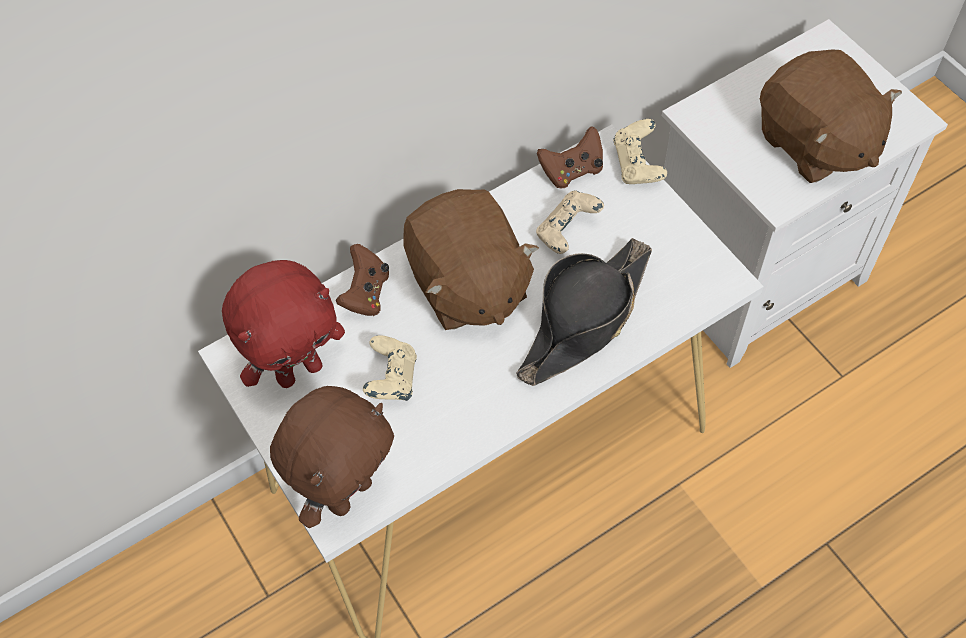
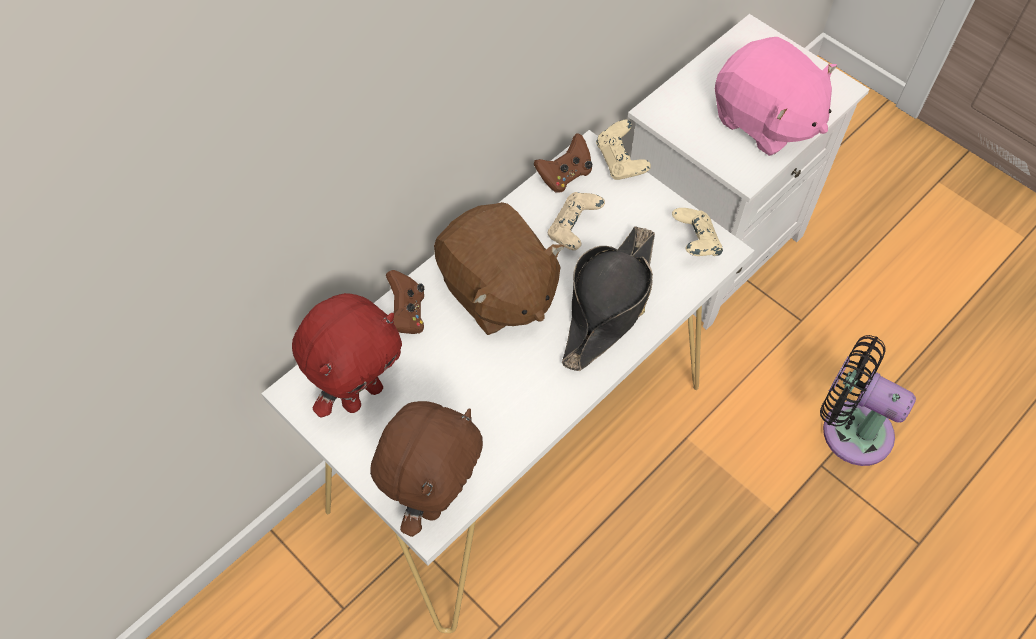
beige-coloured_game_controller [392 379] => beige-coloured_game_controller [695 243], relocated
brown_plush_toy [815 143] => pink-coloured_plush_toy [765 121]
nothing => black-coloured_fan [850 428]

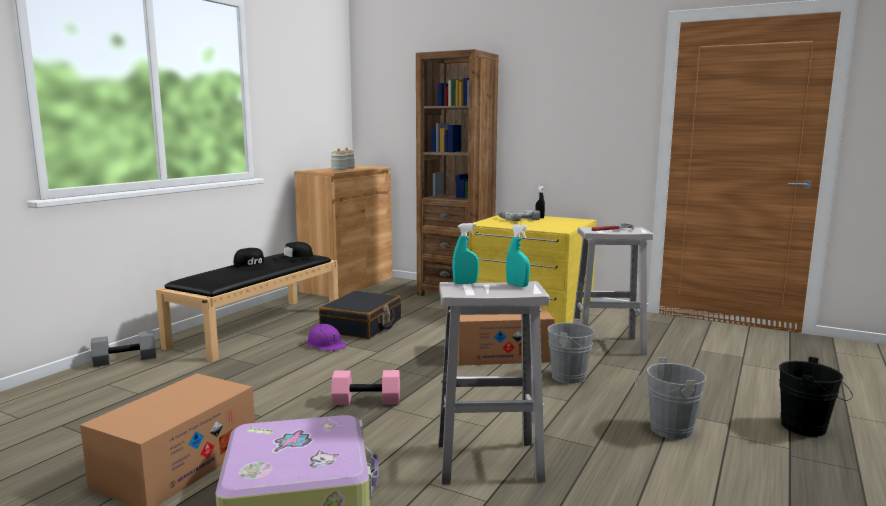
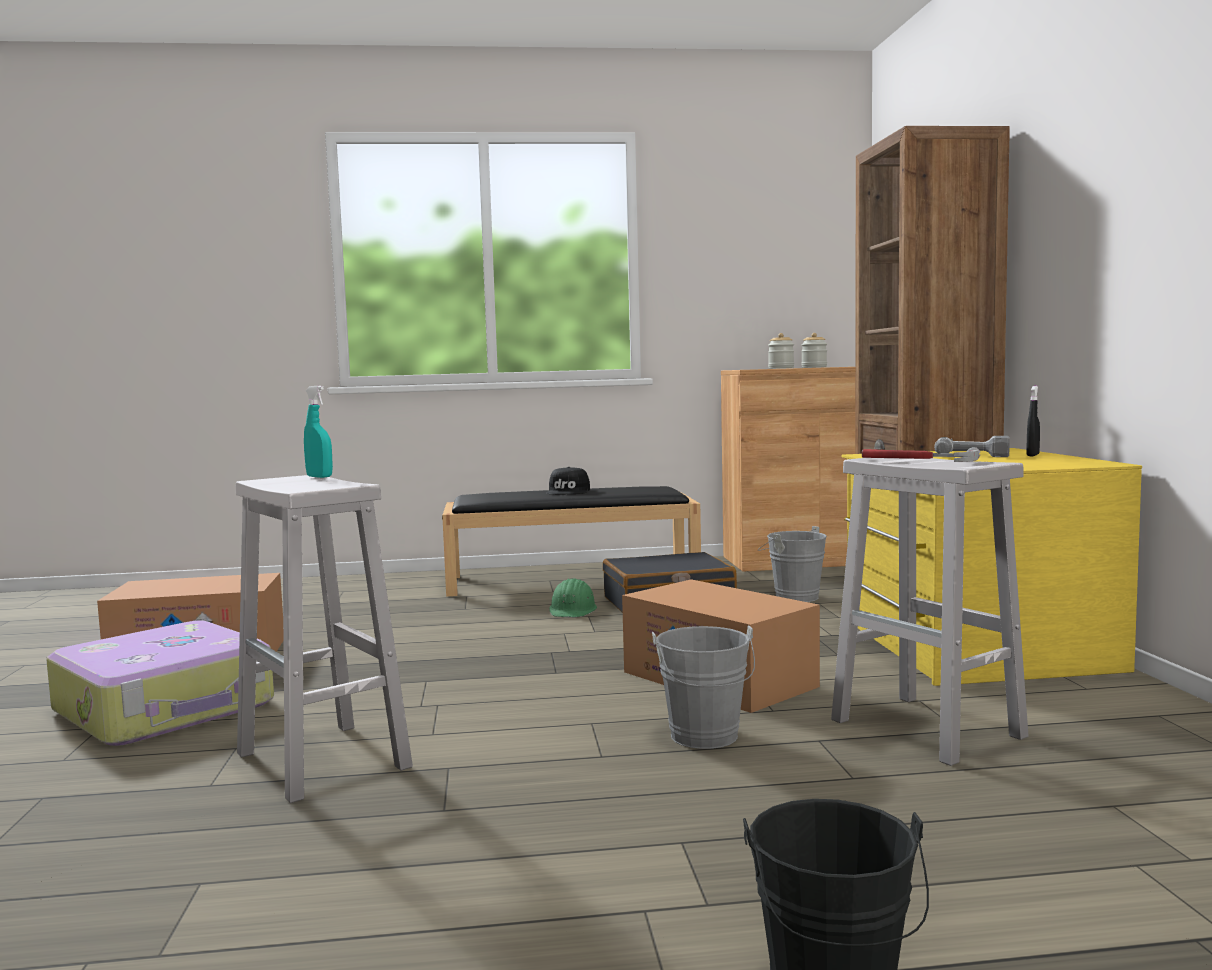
purple-coloured_safety_helmet [326 344] => greenish_safety_helmet [573 610]
grey_pail [666 430] => grey_pail [792 596], relocated
grey_dumbbell [126 359] => nothing
black-coloured_baseball_cap [294 258] => nothing
pink-coloured_dumbbell [367 400] => nothing
turquoise_sprayer [517 285] => nothing

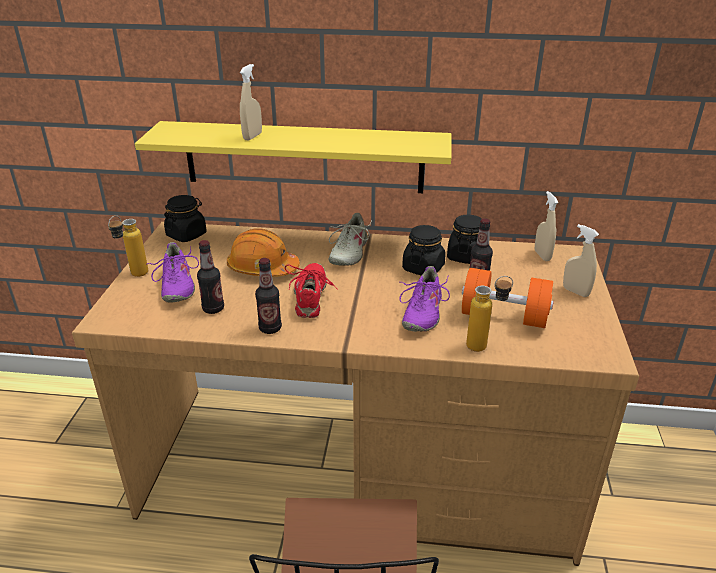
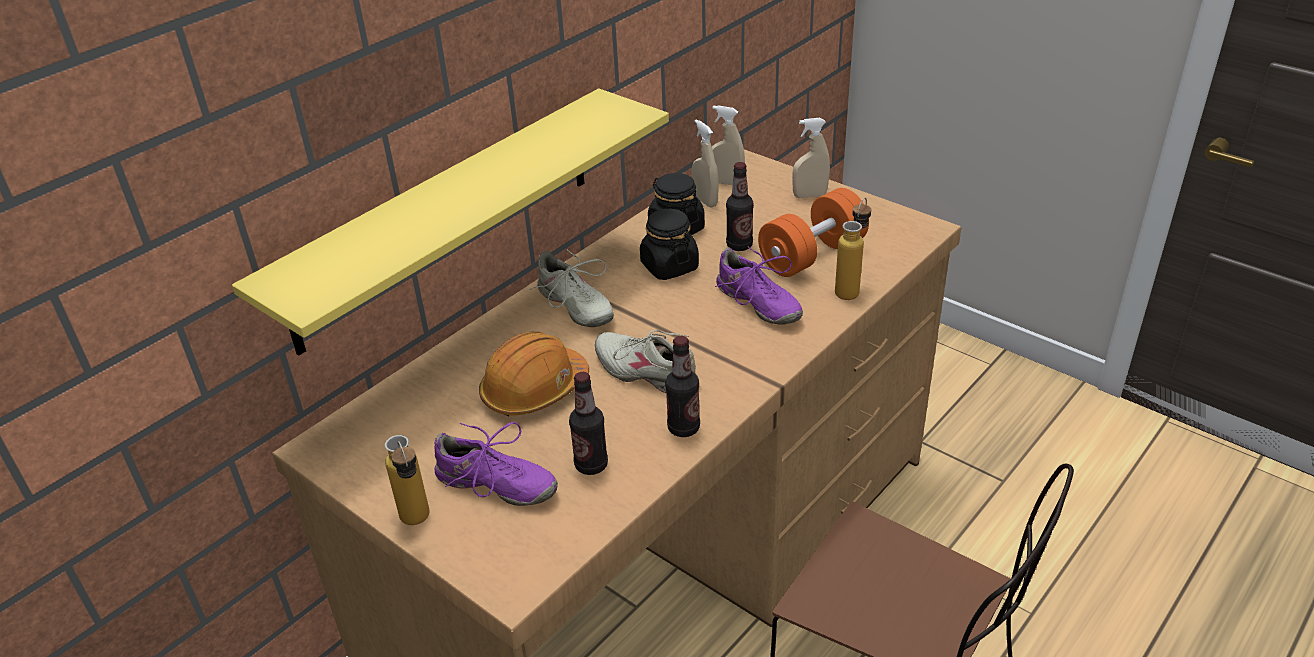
red-coloured_low_shoe [311 297] => beige-coloured_low_shoe [647 372]
beige-coloured_sprayer [252 136] => beige-coloured_sprayer [705 201], relocated
black-coloured_storage_jar [186 235] => nothing

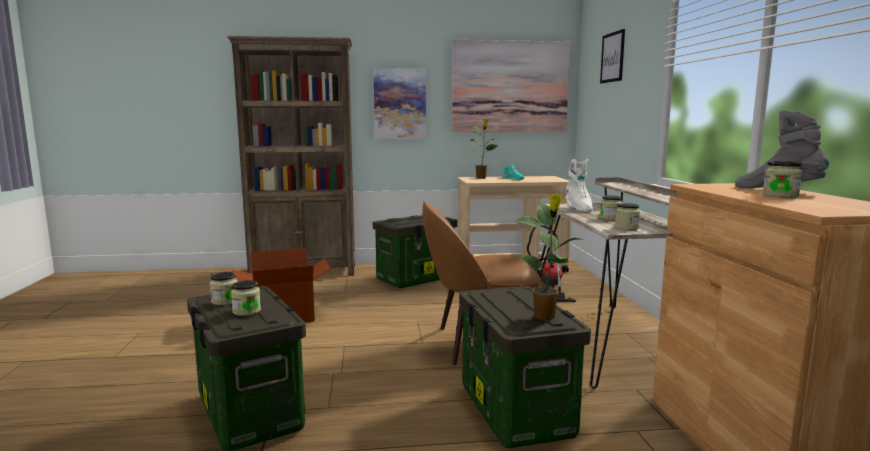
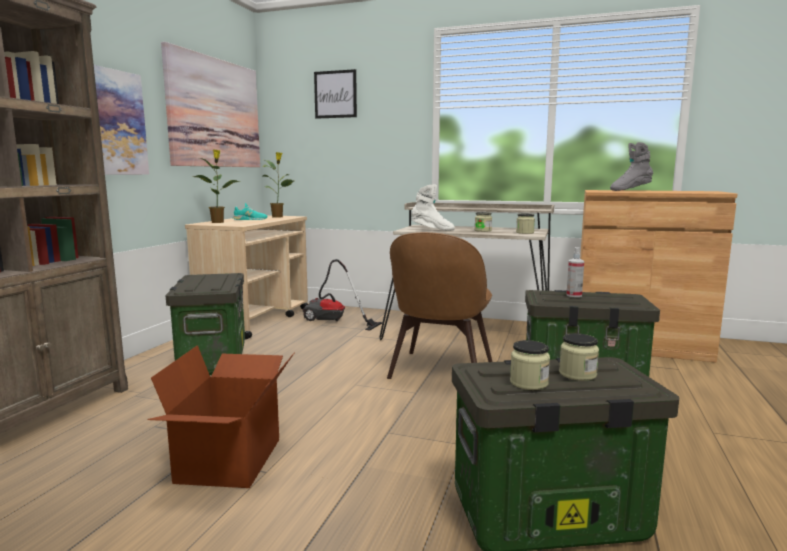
potted_plant [545 317] => potted_plant [278 217], relocated
nothing => sprayer [574 295]
storage_jar [780 195] => nothing

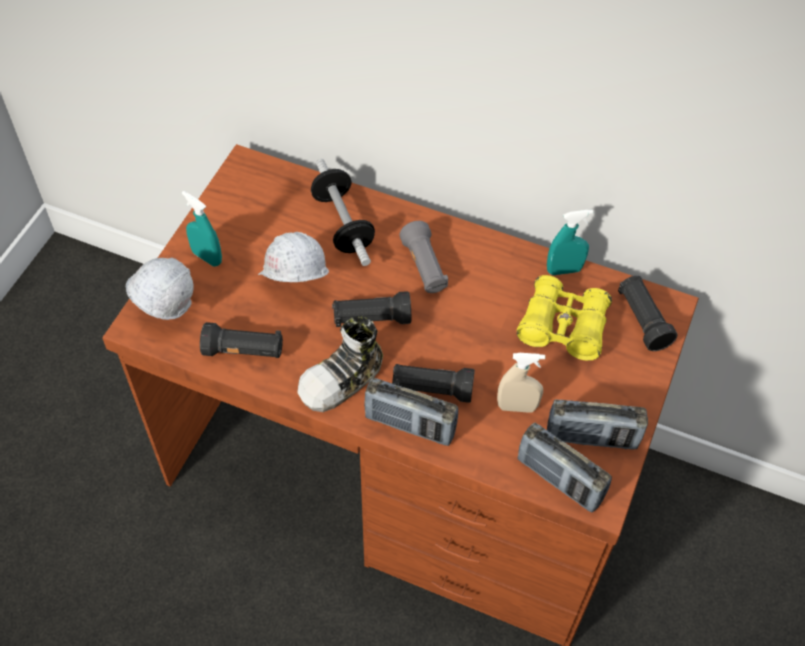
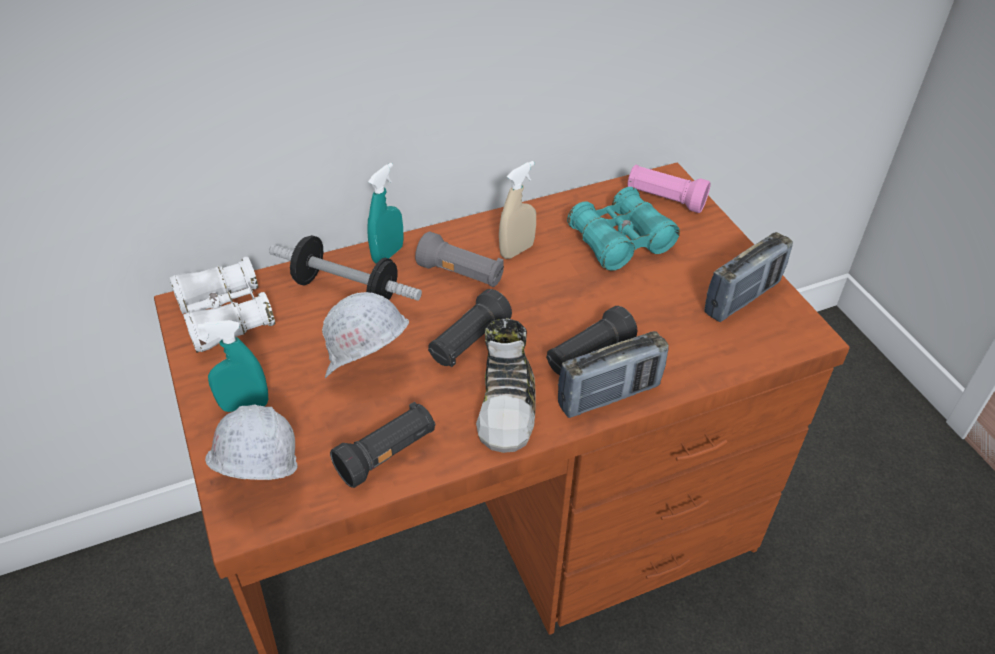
nothing => white-coloured_pair_of_binoculars [225 316]
turquoise_sprayer [564 270] => turquoise_sprayer [388 254], relocated
beige-coloured_sprayer [517 407] => beige-coloured_sprayer [517 250], relocated
yellowish_pair_of_binoculars [563 327] => turquoise_pair_of_binoculars [620 241]
black-coloured_torch [642 320] => pink-coloured_torch [664 199]
radio [559 480] => nothing

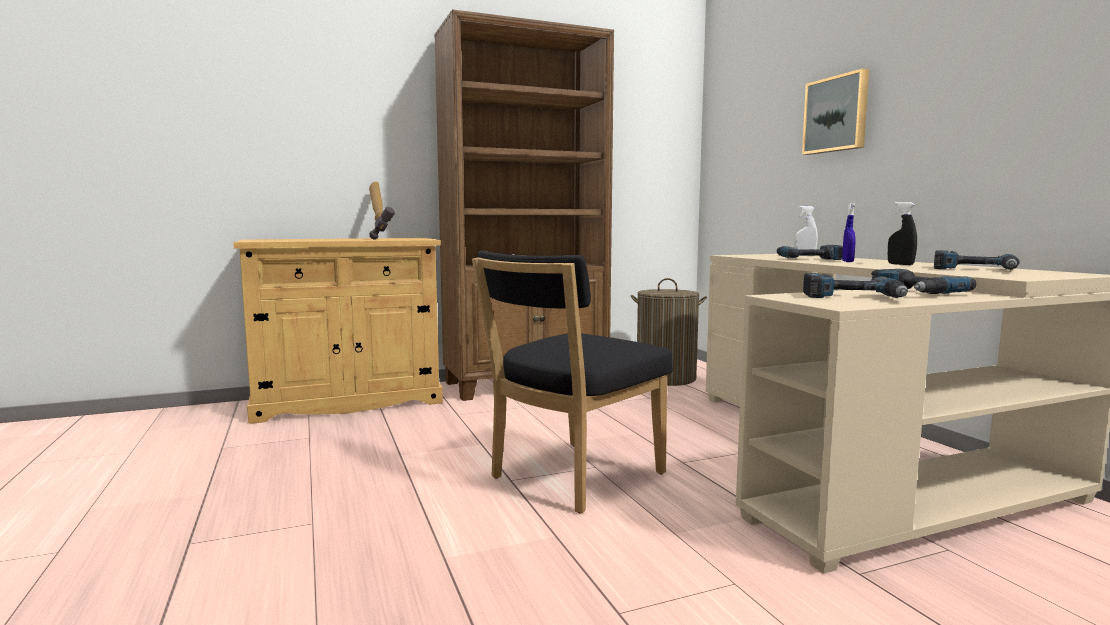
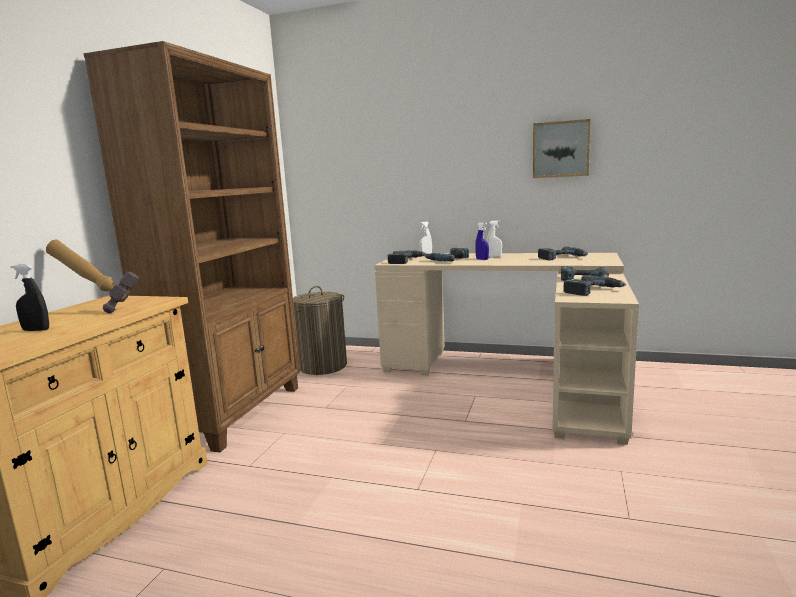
black-coloured_sprayer [900 264] => black-coloured_sprayer [36 330], relocated
nothing => electric_drill [405 260]
nothing => white-coloured_sprayer [494 257]
wall_picture [837 114] => wall_picture [561 149], relocated
black-coloured_plain_chair [571 478] => nothing

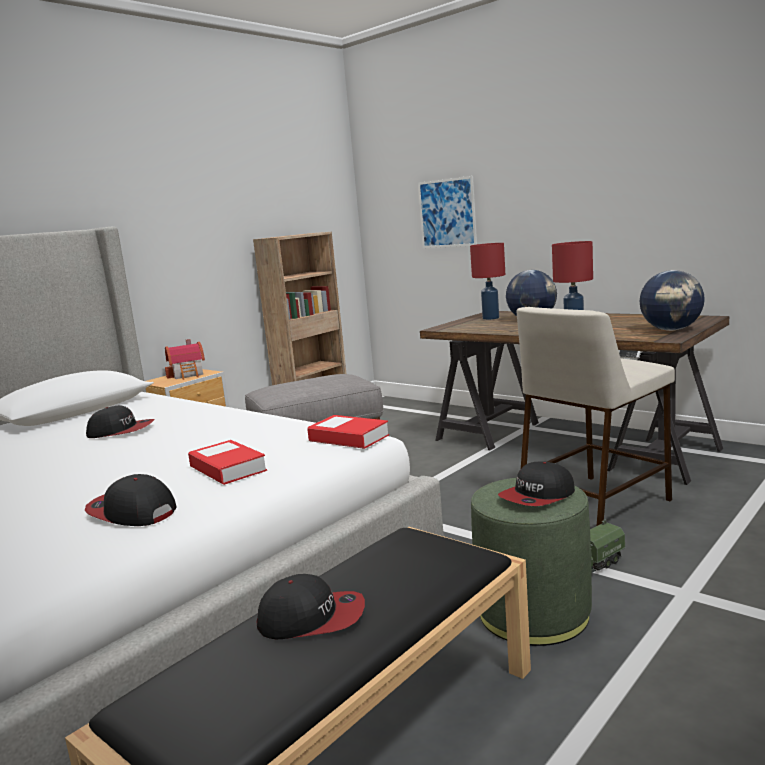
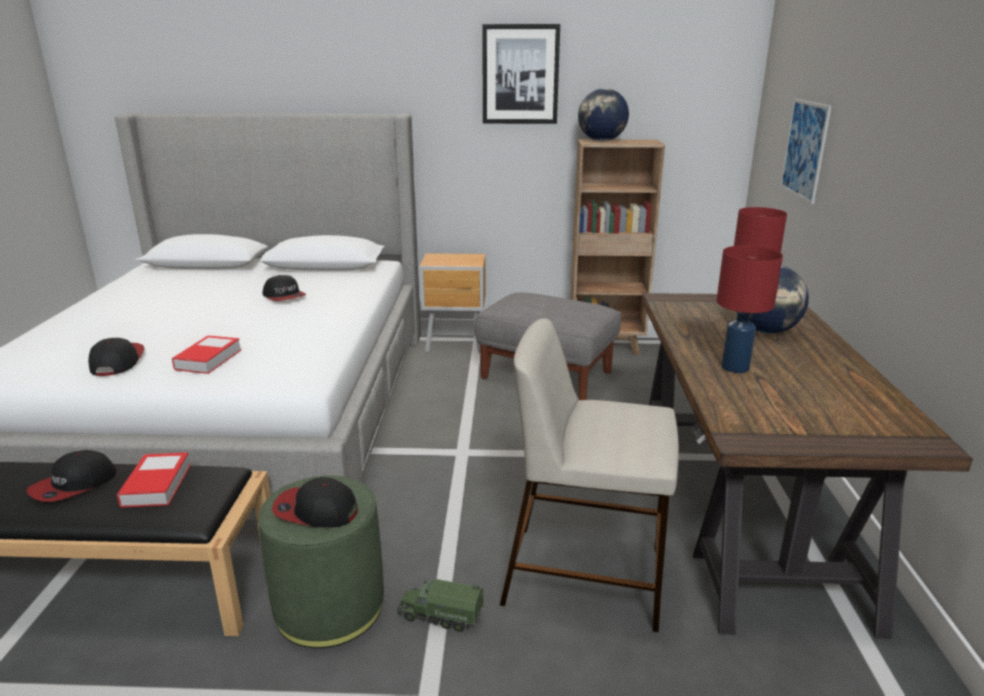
baseball_cap [312 618] => baseball_cap [74 485], 75 degrees clockwise
volume [348 438] => volume [156 485], relocated
nothing => wall_picture [520 75]
globe [671 330] => globe [602 141], relocated
miniature_house [189 374] => nothing

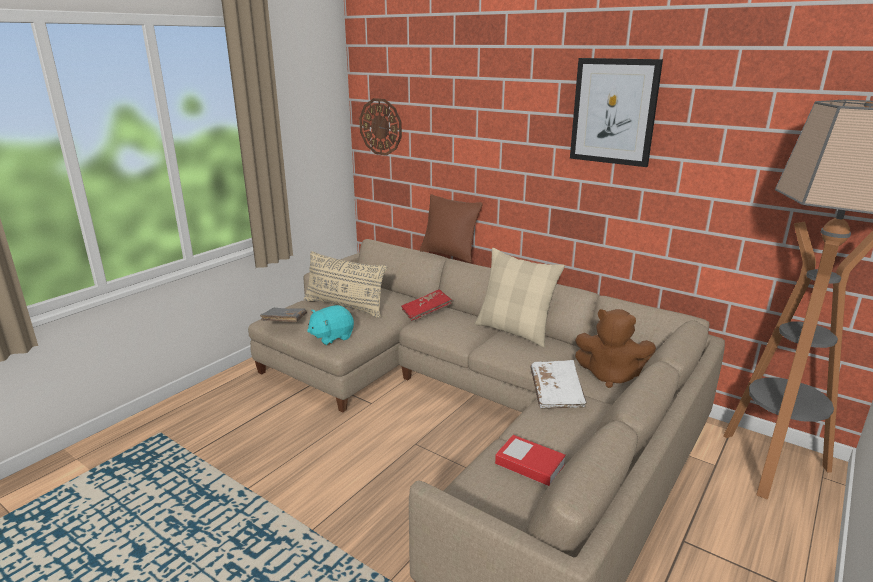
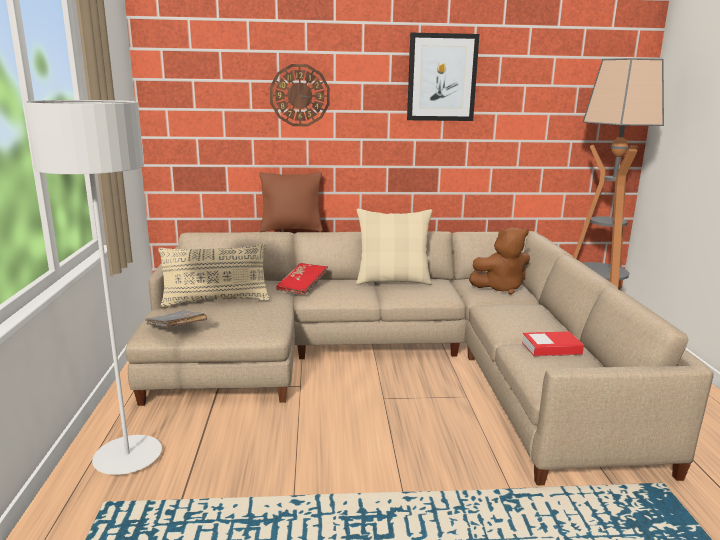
nothing => grey_standing_lamp [128 457]
clock_on_the_wall [381 127] => clock_on_the_wall [300 95], relocated
turquoise_plush_toy [331 337] => nothing
white-coloured_volume [556 393] => nothing

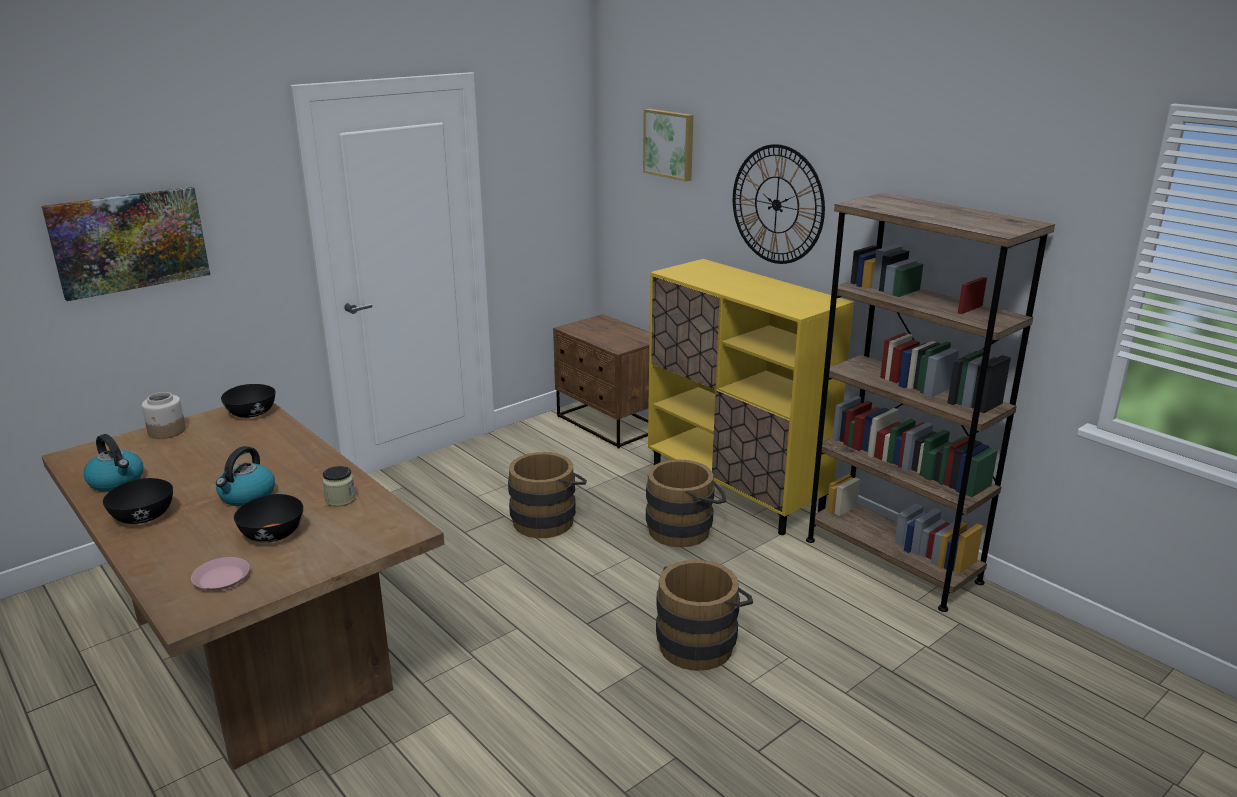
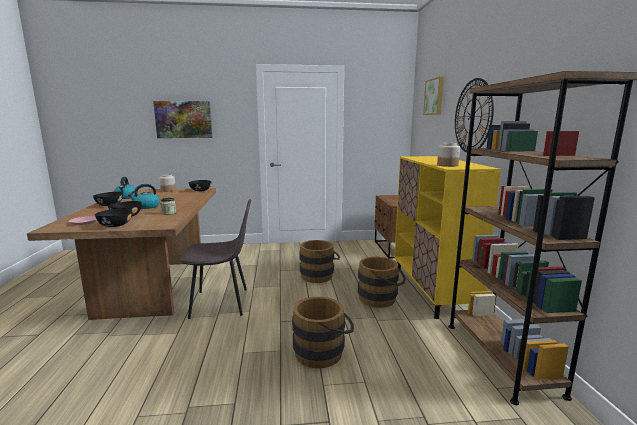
nothing => black-coloured_serving_bowl [115 225]
nothing => grey_plain_chair [221 303]
nothing => storage_jar [448 165]

